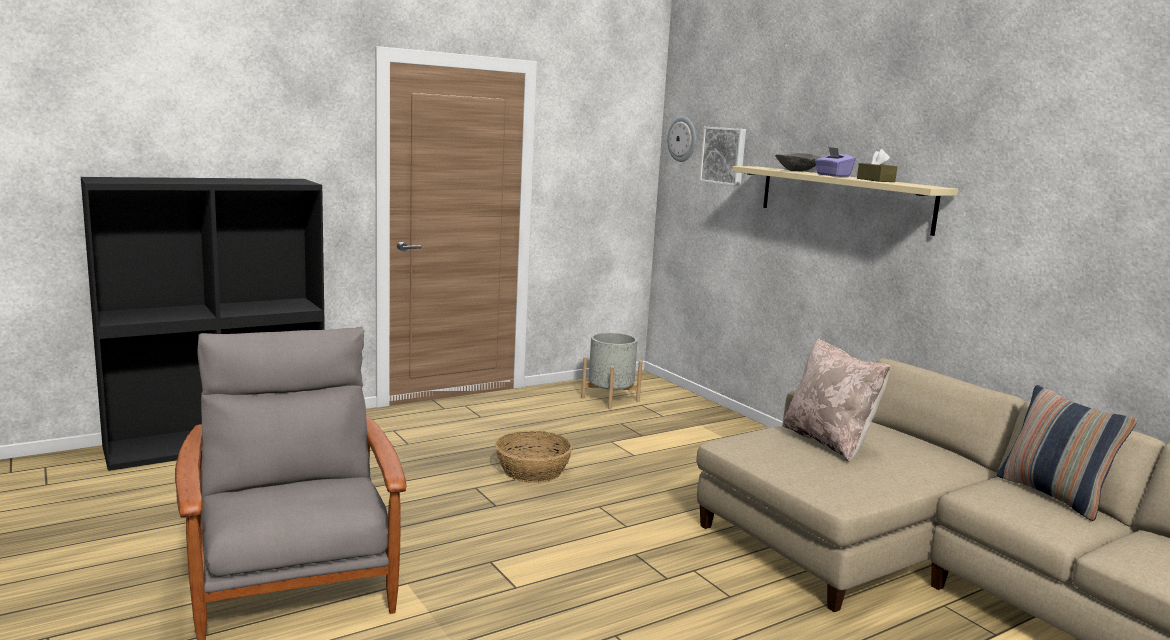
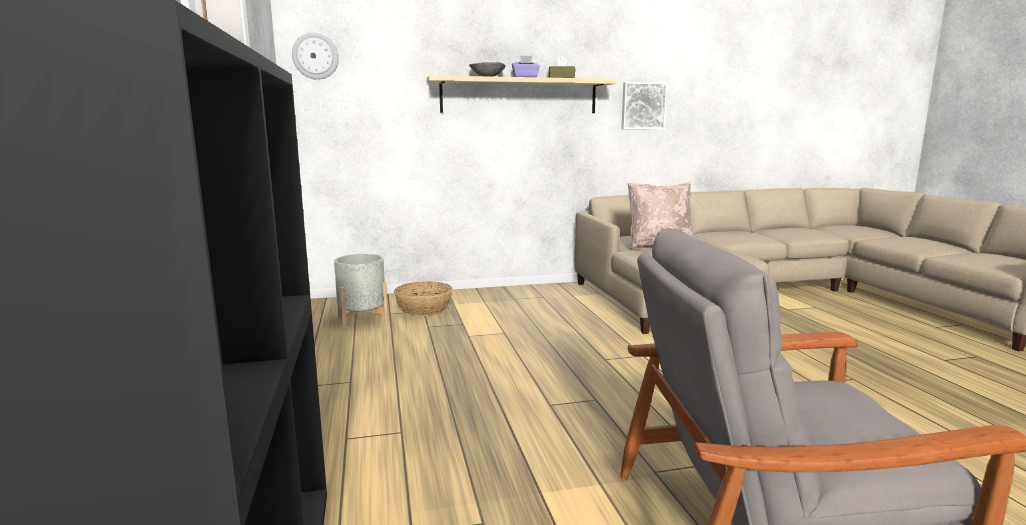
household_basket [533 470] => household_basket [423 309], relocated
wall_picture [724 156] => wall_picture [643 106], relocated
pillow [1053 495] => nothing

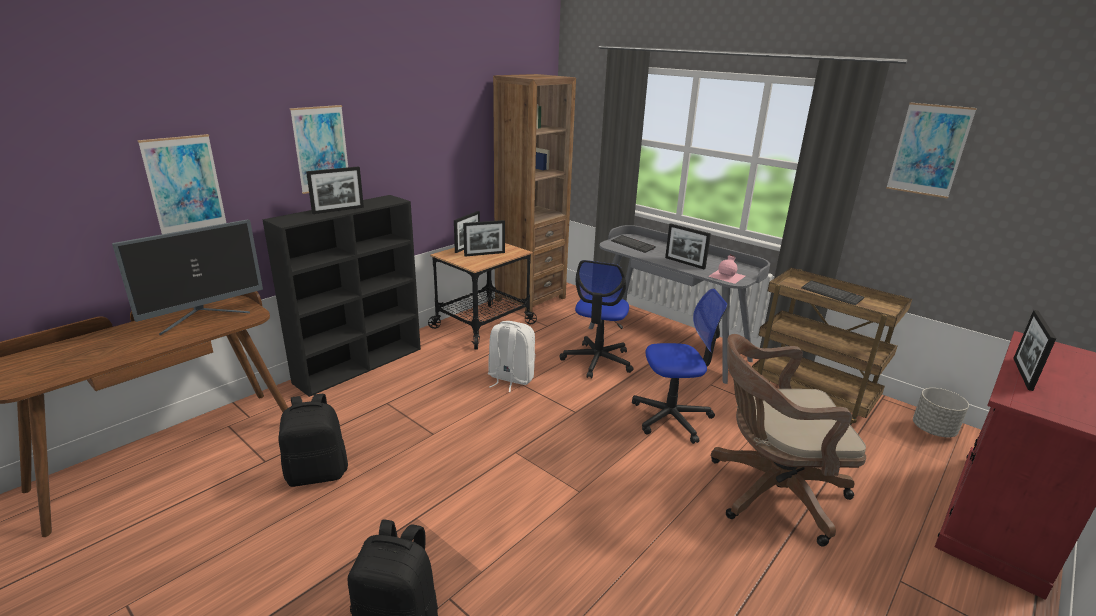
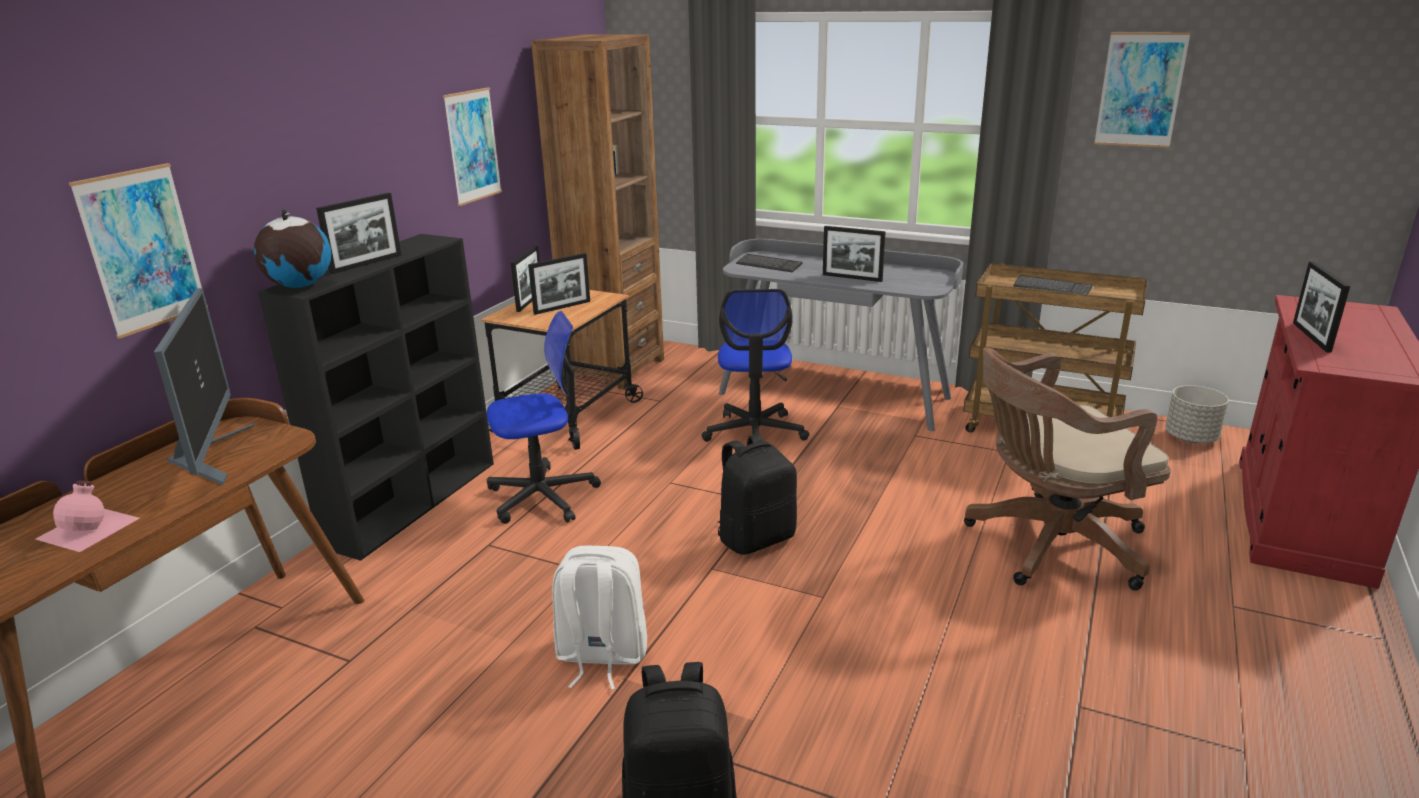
pink-coloured_beverage_bottle [727 276] => pink-coloured_beverage_bottle [90 528], relocated
computer_display [204 317] => computer_display [211 455], 45 degrees counterclockwise
nothing => globe [299 286]
wall_picture [321 149] => wall_picture [472 146], relocated
office_chair [671 417] => office_chair [543 496], relocated
white-coloured_rucksack [510 378] => white-coloured_rucksack [601 656], relocated
black-coloured_rucksack [317 473] => black-coloured_rucksack [756 538], relocated

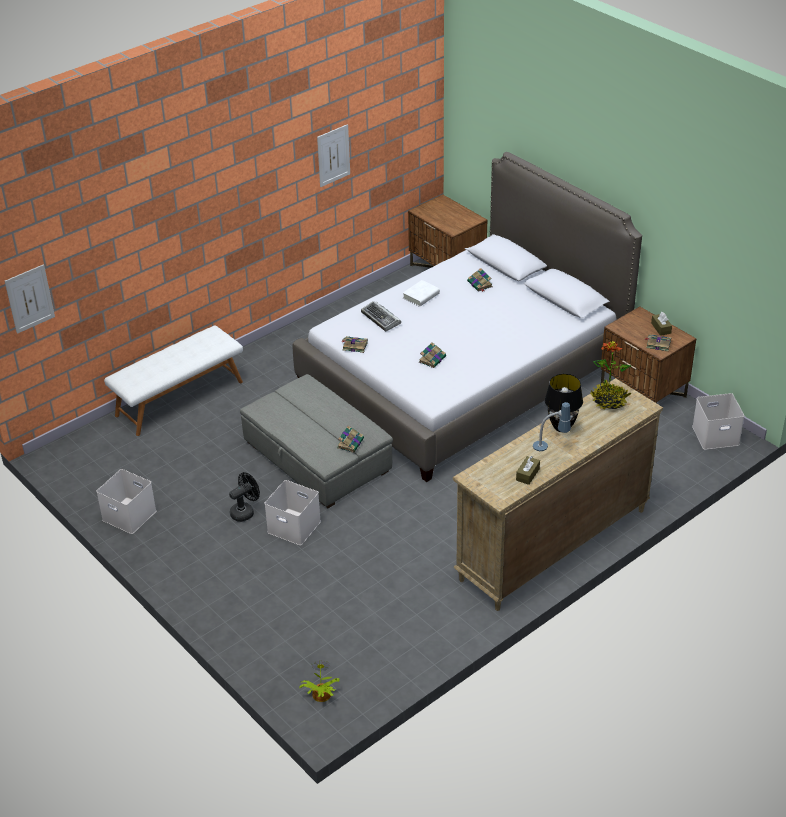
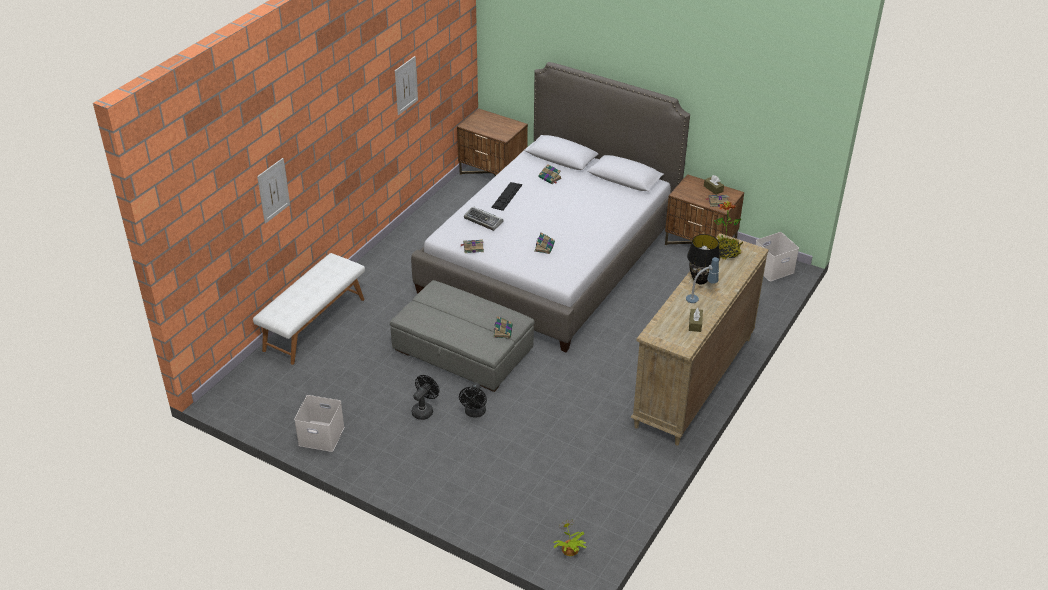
wall_picture [29 298] => wall_picture [273 190], relocated
white-coloured_storage_box [295 526] => black-coloured_fan [474 413]
white-coloured_volume [421 296] => PC_keyboard [506 196]

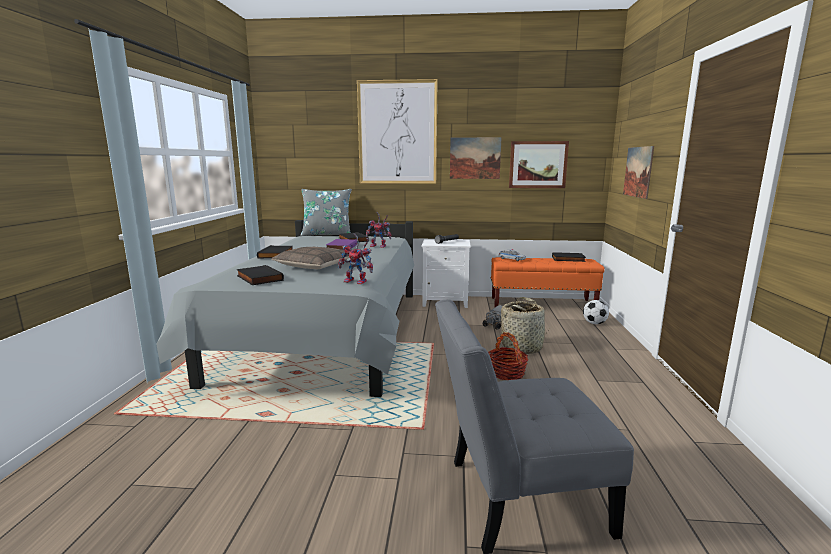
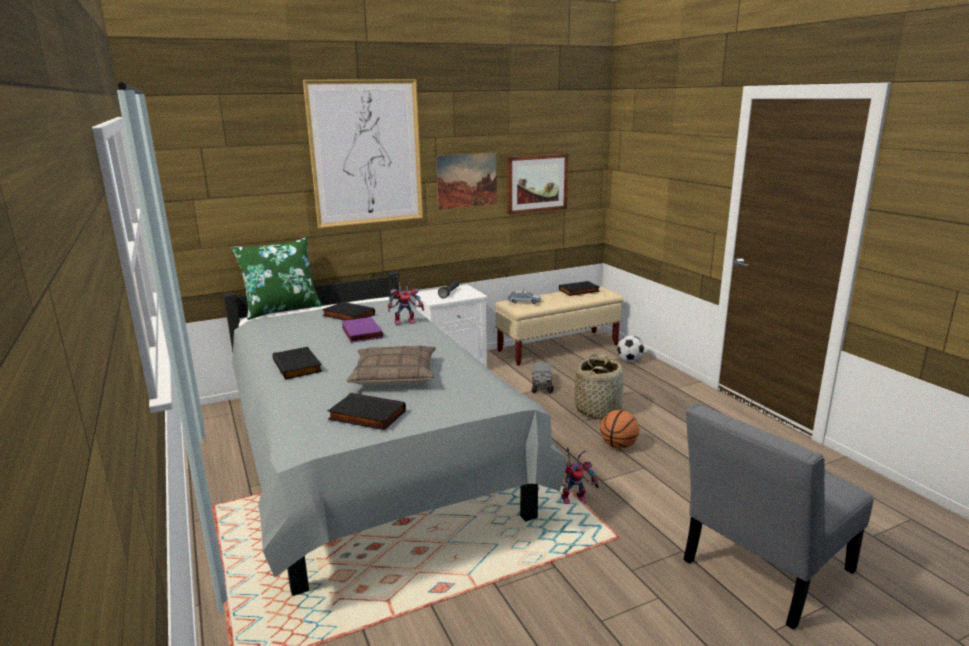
grey_pillow [327 235] => greenish_pillow [282 309]
orange-coloured_indoor_bench [542 304] => beige-coloured_indoor_bench [558 348]
model_robot [358 281] => model_robot [575 498], relocated
household_basket [506 373] => basketball_ball [618 446]
wall_picture [638 172] => nothing

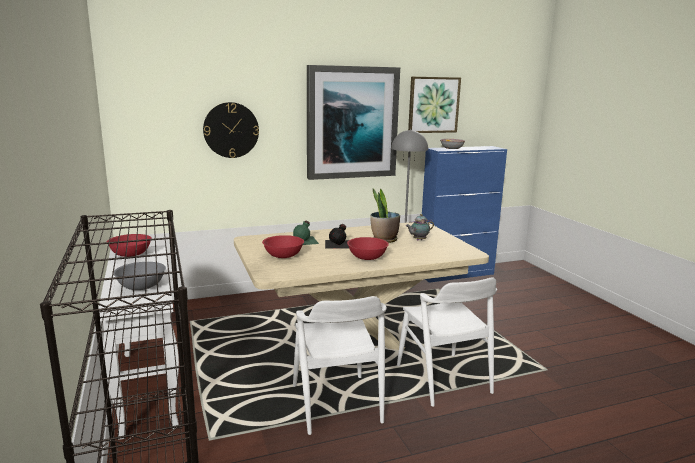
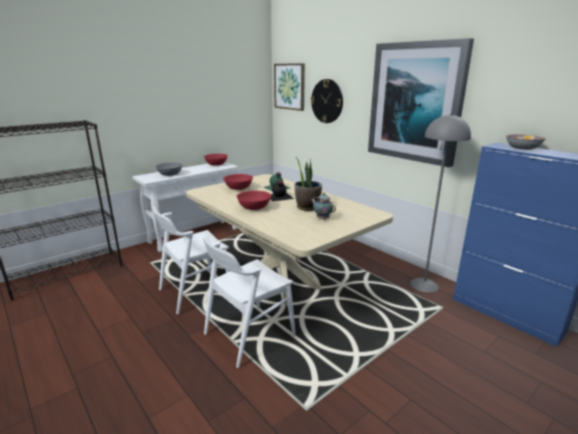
wall_picture [433 105] => wall_picture [290 86], relocated

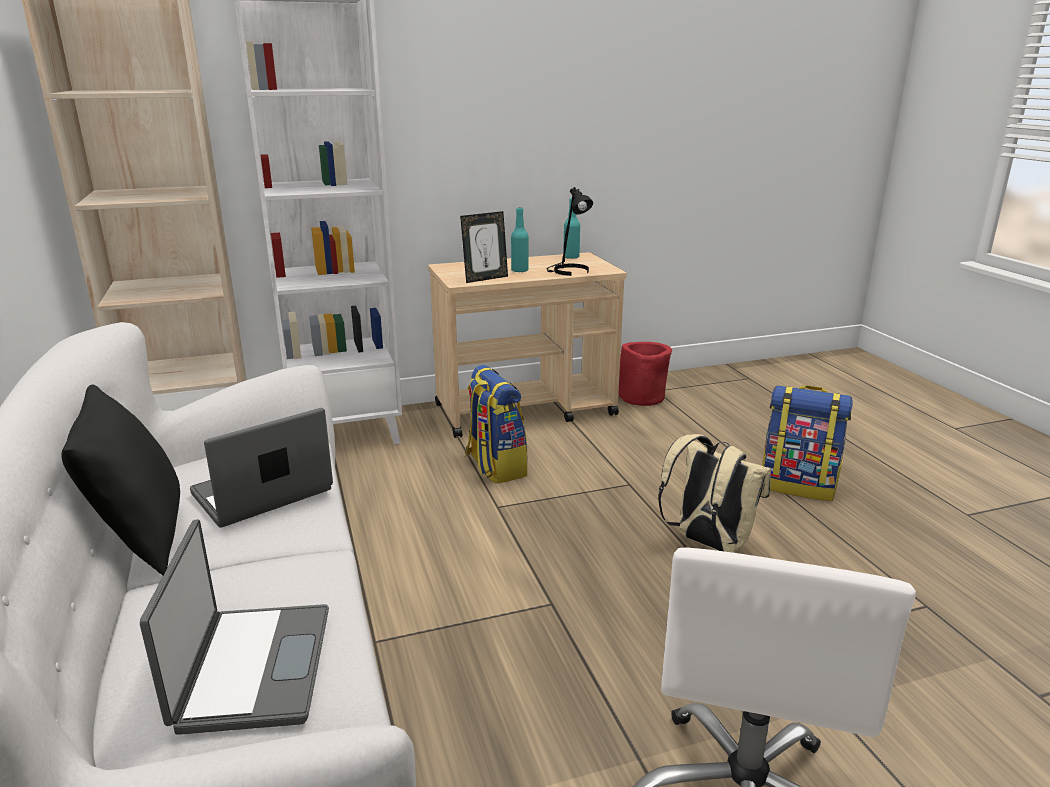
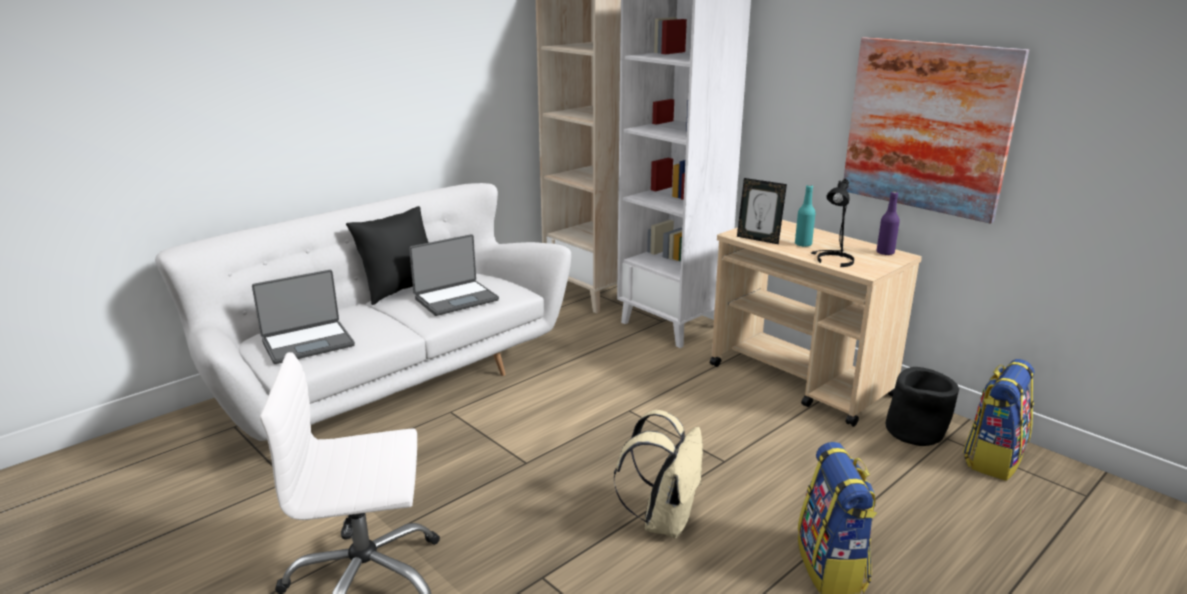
laptop [263 493] => laptop [455 299], 120 degrees clockwise
nothing => wall_picture [927 127]
turquoise_beverage_bottle [571 257] => purple-coloured_beverage_bottle [885 253]
red-coloured_planter [642 398] => black-coloured_planter [914 433]
rucksack [494 467] => rucksack [993 458], relocated

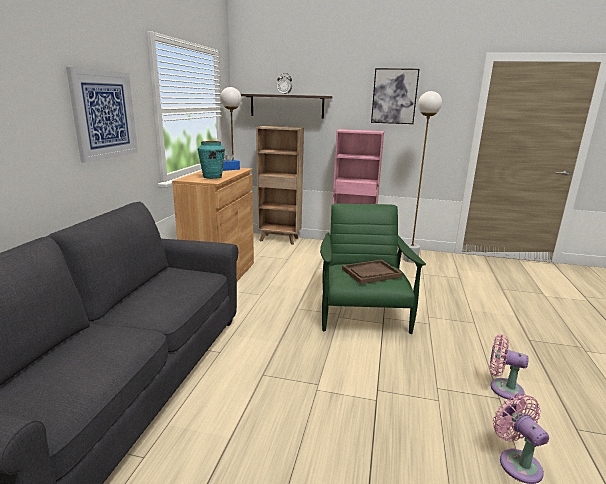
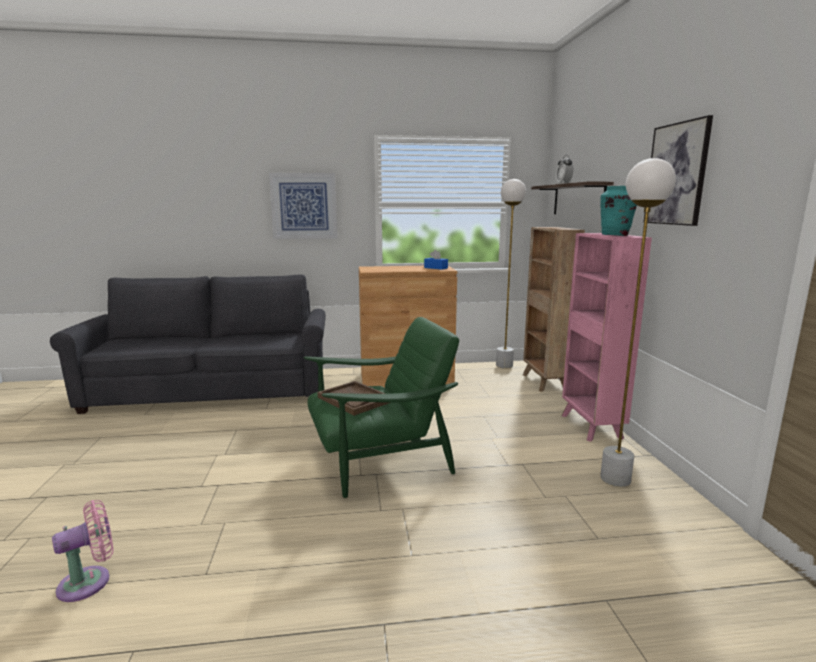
turquoise_decorative_vase [212 177] => turquoise_decorative_vase [615 235], relocated
pink-coloured_fan [502 388] => nothing

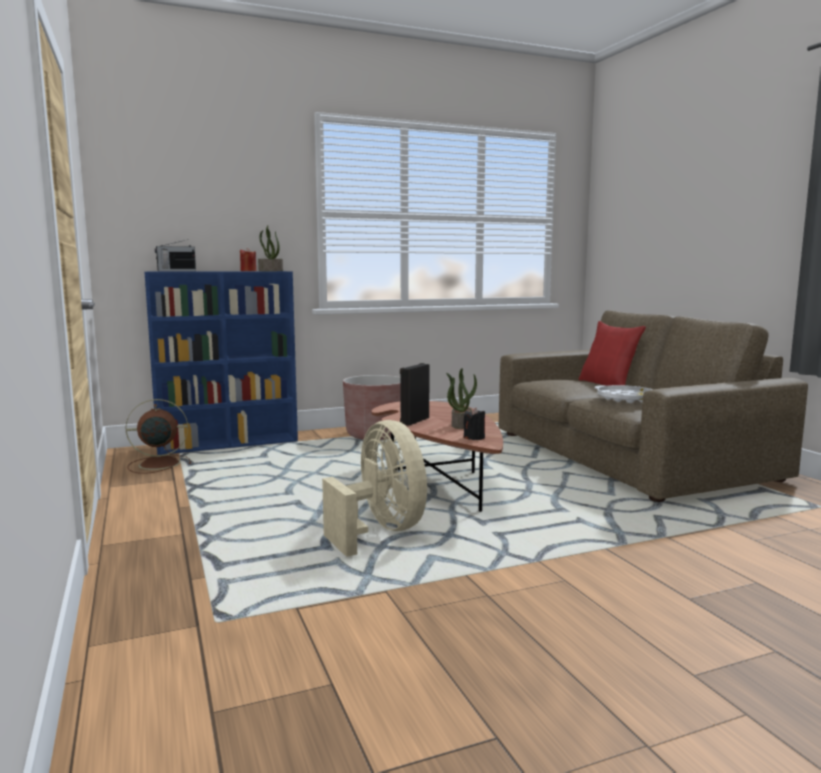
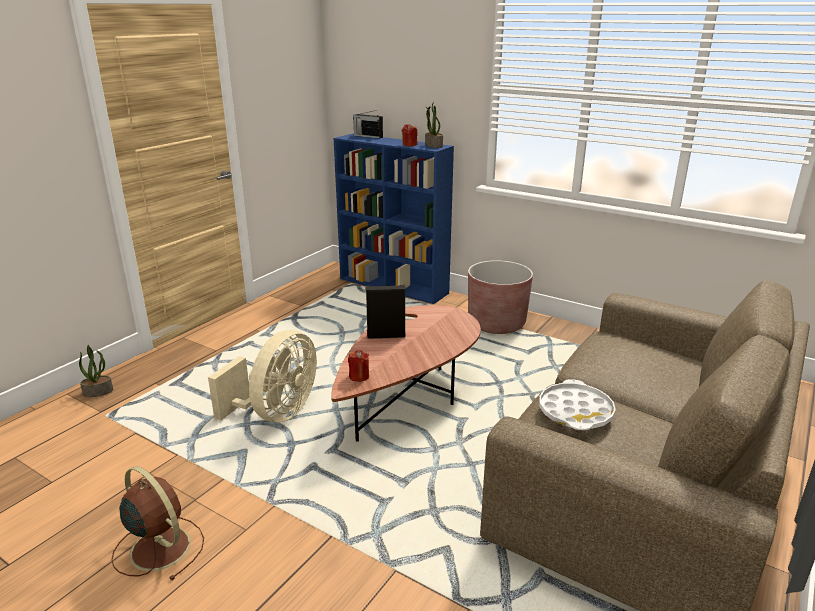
potted_plant [461 425] => potted_plant [98 391], relocated
brown_fan [157 464] => brown_fan [159 547], relocated
black-coloured_candle [474 438] => red-coloured_candle [359 376]
red-coloured_pillow [608 384] => nothing

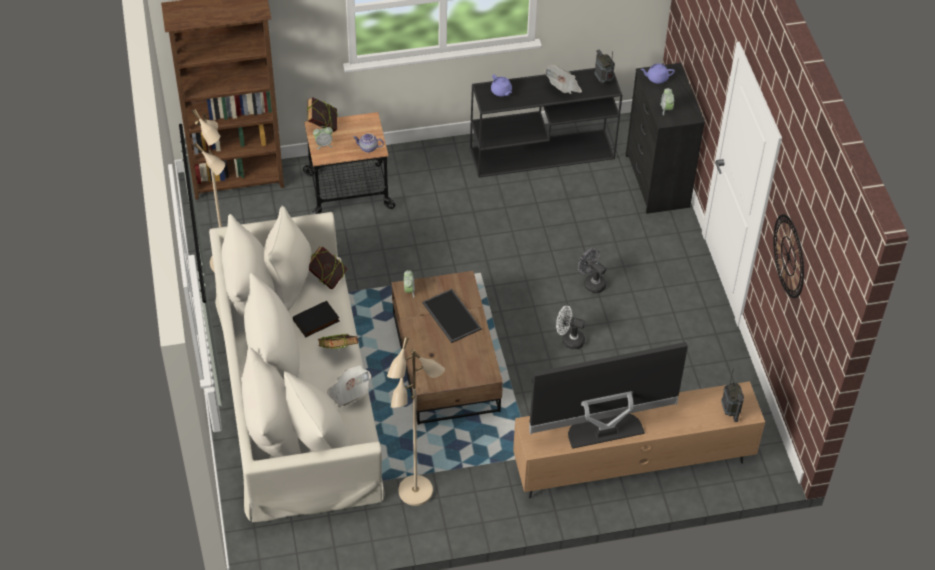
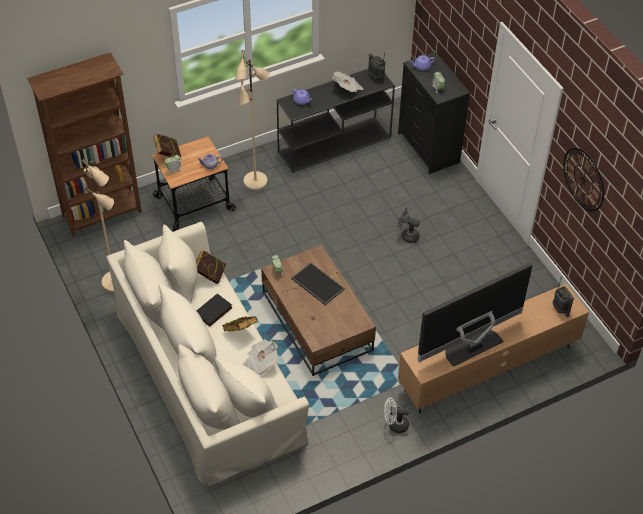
beige-coloured_standing_lamp [416 492] => beige-coloured_standing_lamp [256 182], relocated
white-coloured_fan [569 340] => white-coloured_fan [395 425], relocated

